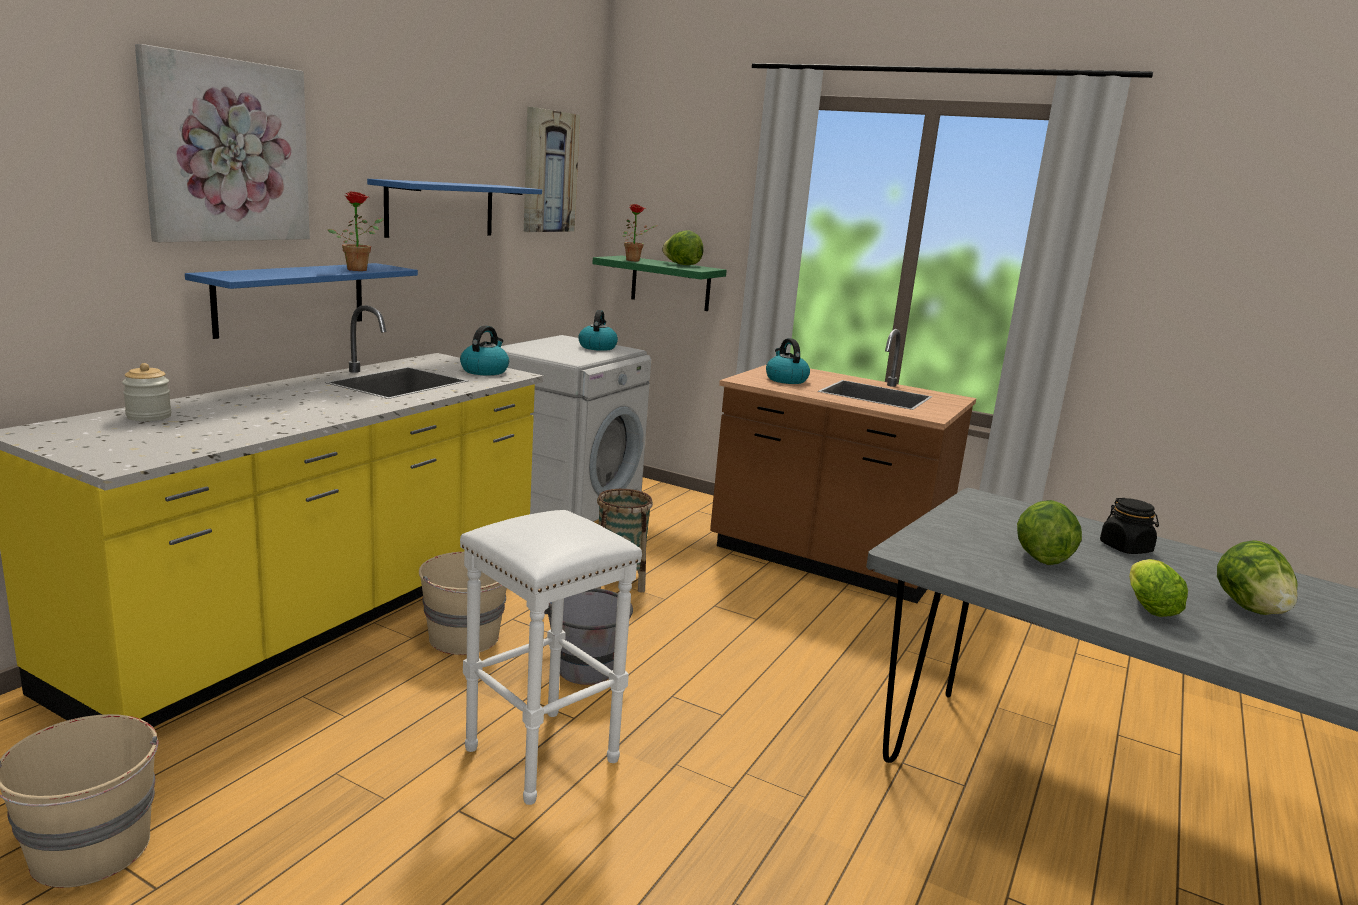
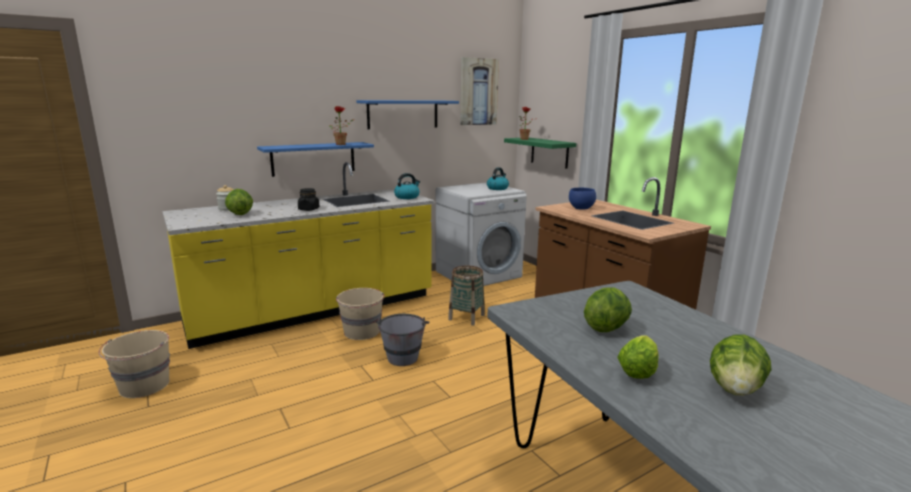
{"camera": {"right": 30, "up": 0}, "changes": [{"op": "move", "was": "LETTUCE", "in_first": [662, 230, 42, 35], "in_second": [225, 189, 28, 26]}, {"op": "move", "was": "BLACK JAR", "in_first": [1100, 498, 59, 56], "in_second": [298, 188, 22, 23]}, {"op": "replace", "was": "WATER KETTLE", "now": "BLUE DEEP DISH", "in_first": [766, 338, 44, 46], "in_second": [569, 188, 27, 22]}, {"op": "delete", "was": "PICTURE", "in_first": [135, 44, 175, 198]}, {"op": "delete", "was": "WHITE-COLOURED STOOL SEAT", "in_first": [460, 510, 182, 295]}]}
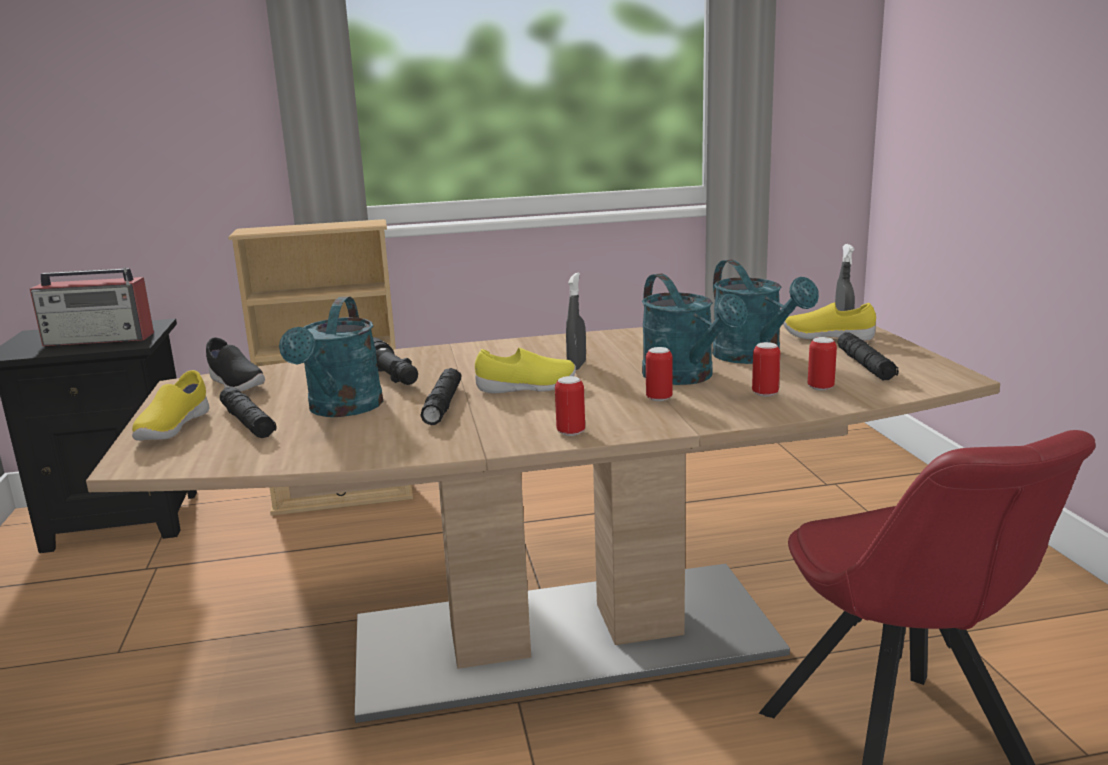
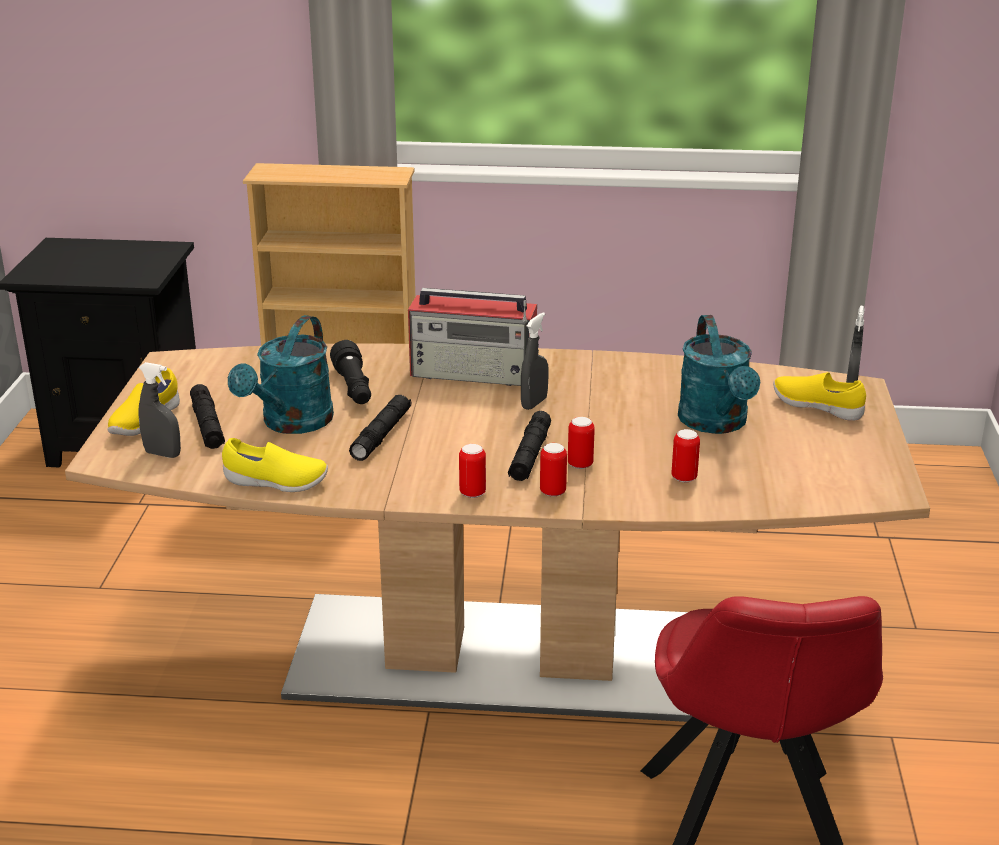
{"camera": {"right": 15, "up": 10}, "changes": [{"op": "insert", "now": "GRAY SPRAYER", "in_second": [139, 362, 42, 96]}, {"op": "move", "was": "YELLOW-COLOURED LOW SHOE", "in_first": [475, 348, 101, 45], "in_second": [222, 438, 106, 54]}, {"op": "move", "was": "RADIO SET", "in_first": [30, 267, 124, 79], "in_second": [408, 288, 129, 98]}, {"op": "move", "was": "BLACK TORCH", "in_first": [837, 332, 62, 48], "in_second": [508, 411, 43, 70]}, {"op": "move", "was": "CAN", "in_first": [808, 337, 29, 54], "in_second": [540, 443, 27, 54]}, {"op": "delete", "was": "BLACK LOW SHOE", "in_first": [206, 337, 59, 55]}, {"op": "delete", "was": "TURQUOISE SPRINKLING CAN", "in_first": [642, 273, 105, 112]}]}
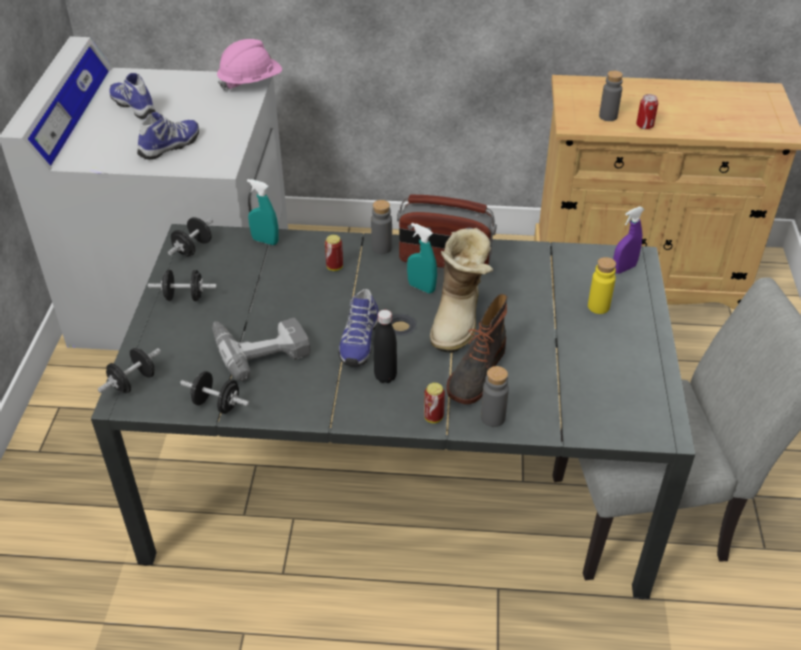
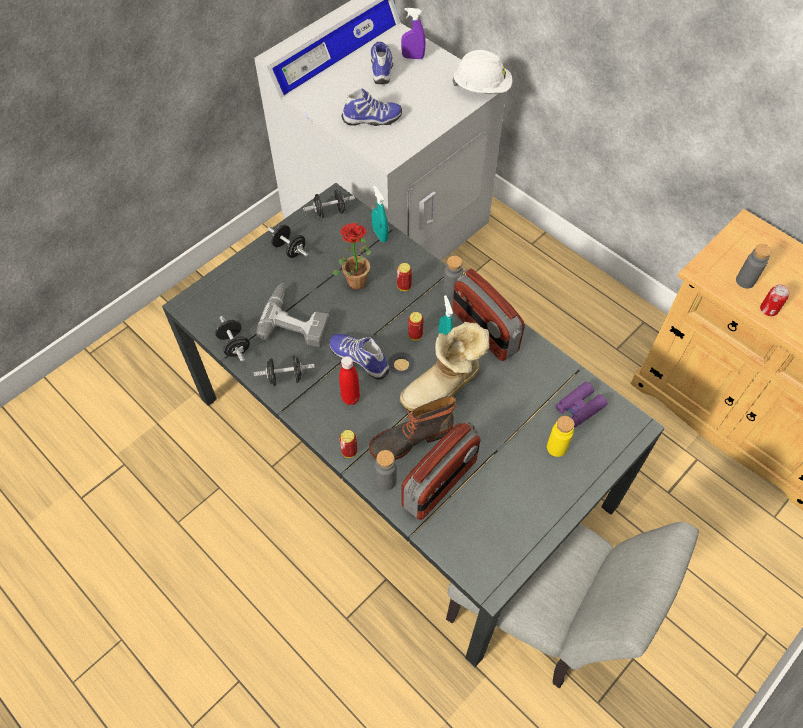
{"camera": {"right": 40, "up": 15}, "changes": [{"op": "move", "was": "BLACK HAND WEIGHT", "in_first": [98, 348, 63, 46], "in_second": [254, 355, 61, 31]}, {"op": "rotate", "was": "LOW SHOE", "in_first": [338, 289, 40, 78], "in_second": [329, 334, 61, 46], "clockwise": 75}, {"op": "insert", "now": "HOUSEPLANT", "in_second": [333, 223, 38, 66]}, {"op": "recolor", "was": "BLACK BOTTLE", "now": "RED-COLOURED BOTTLE", "in_first": [374, 310, 23, 73], "in_second": [339, 356, 21, 49]}, {"op": "move", "was": "PURPLE-COLOURED SPRAYER", "in_first": [613, 206, 32, 67], "in_second": [401, 8, 25, 51]}, {"op": "insert", "now": "RADIO SET", "in_second": [401, 422, 80, 98]}, {"op": "insert", "now": "CAN", "in_second": [408, 312, 16, 28]}, {"op": "recolor", "was": "PINK WORK HELMET", "now": "WHITE-COLOURED WORK HELMET", "in_first": [217, 39, 65, 51], "in_second": [452, 50, 60, 43]}, {"op": "insert", "now": "PURPLE-COLOURED PAIR OF BINOCULARS", "in_second": [555, 382, 53, 45]}]}
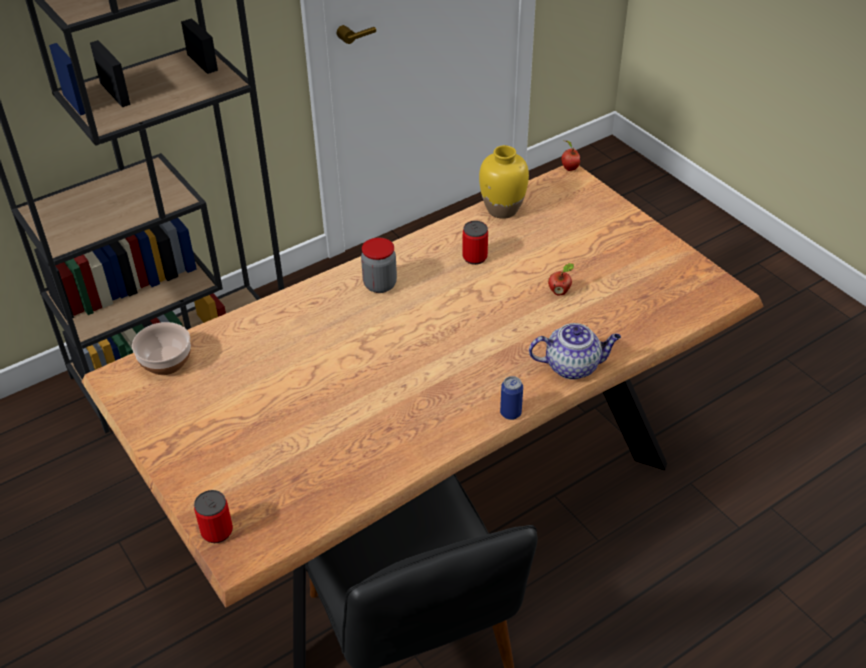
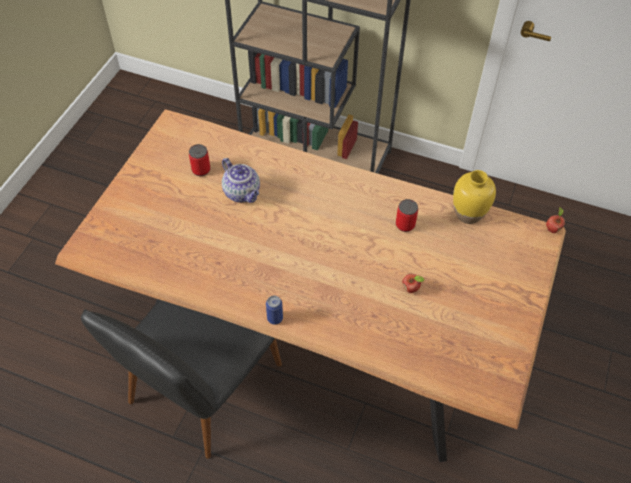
{"camera": {"right": 55, "up": 10}, "changes": [{"op": "move", "was": "CAN", "in_first": [194, 490, 39, 53], "in_second": [189, 144, 21, 32]}, {"op": "move", "was": "TEA POT", "in_first": [529, 323, 92, 56], "in_second": [222, 158, 38, 45]}, {"op": "delete", "was": "DEEP DISH", "in_first": [132, 322, 59, 53]}, {"op": "delete", "was": "JAR", "in_first": [361, 238, 36, 55]}]}
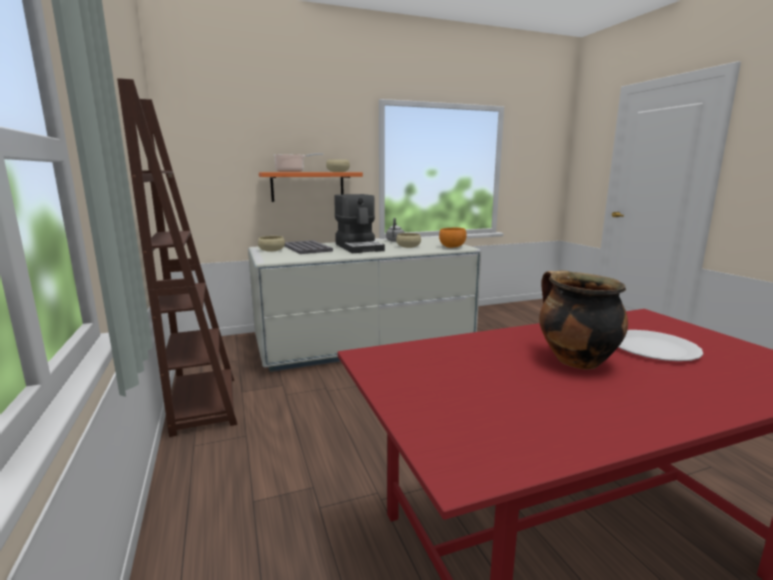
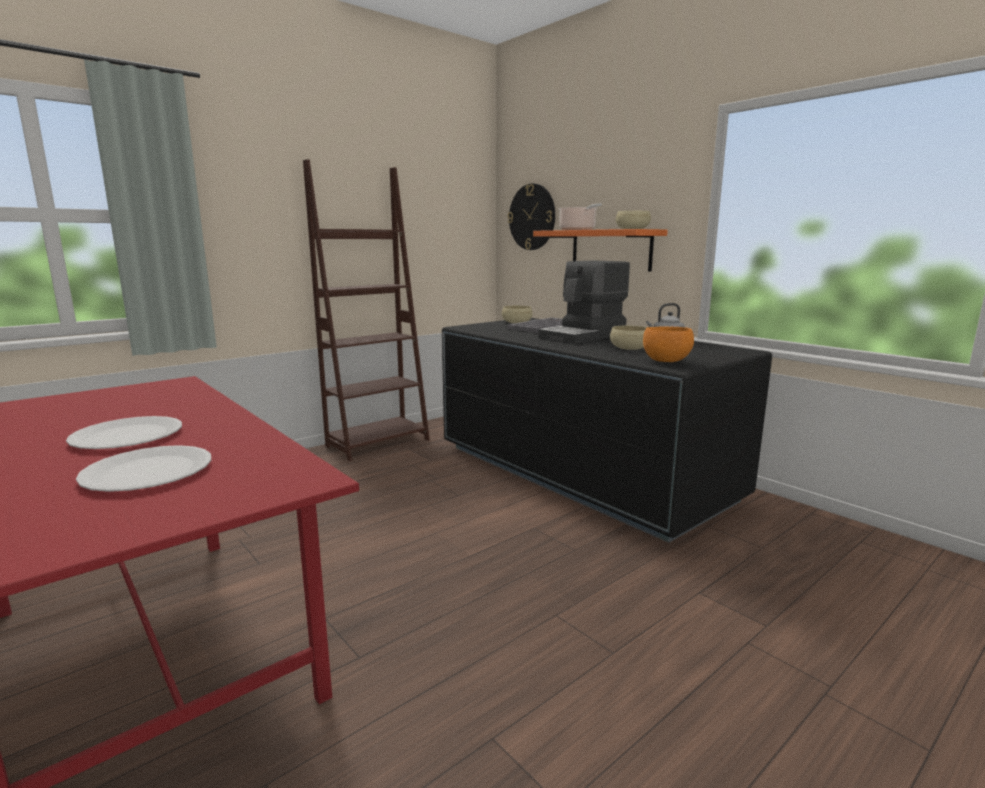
{"camera": {"right": 70, "up": 0}, "changes": [{"op": "replace", "was": "SAUCEPOT", "now": "WHITE-COLOURED DINNER PLATE", "in_first": [539, 270, 89, 100], "in_second": [66, 416, 116, 33]}, {"op": "recolor", "was": "WHITE-COLOURED DRAWER CHEST", "now": "BLACK DRAWER CHEST", "in_first": [248, 237, 233, 135], "in_second": [442, 318, 330, 225]}, {"op": "insert", "now": "CLOCK ON THE WALL", "in_second": [508, 183, 47, 67]}]}
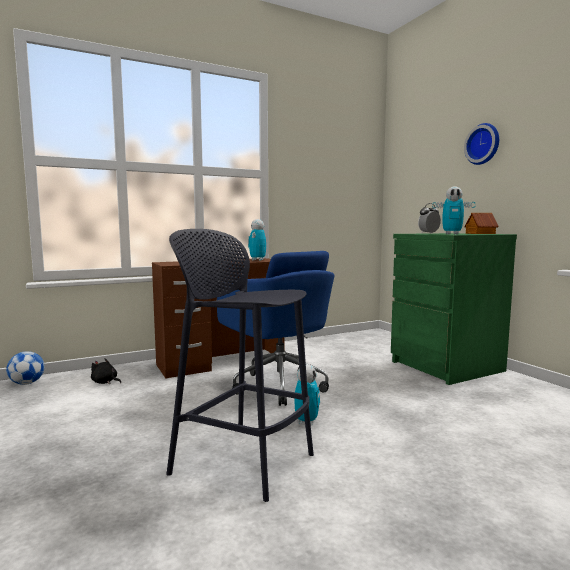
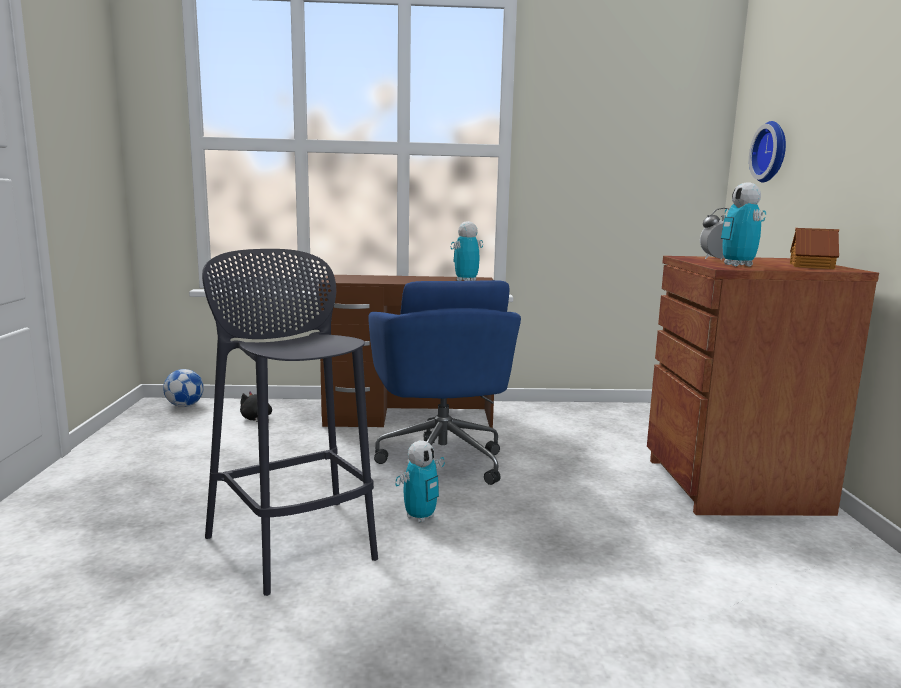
{"camera": {"right": 25, "up": 5}, "changes": [{"op": "recolor", "was": "GREEN DRAWER CHEST", "now": "BROWN DRAWER CHEST", "in_first": [391, 233, 126, 152], "in_second": [647, 256, 232, 260]}, {"op": "rotate", "was": "TOY ROBOT", "in_first": [432, 186, 43, 48], "in_second": [721, 182, 45, 84], "clockwise": 45}, {"op": "move", "was": "CLOCK ON THE WALL", "in_first": [464, 123, 35, 42], "in_second": [749, 121, 37, 61]}]}
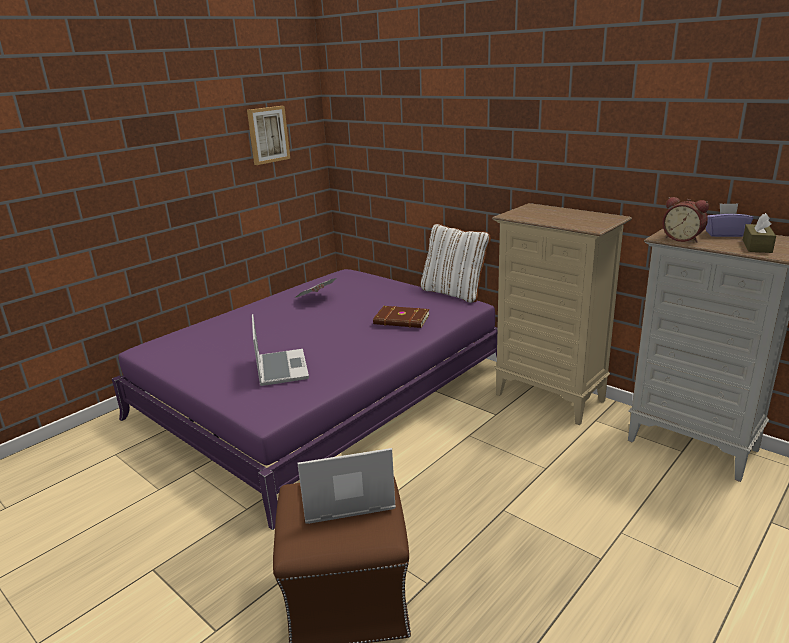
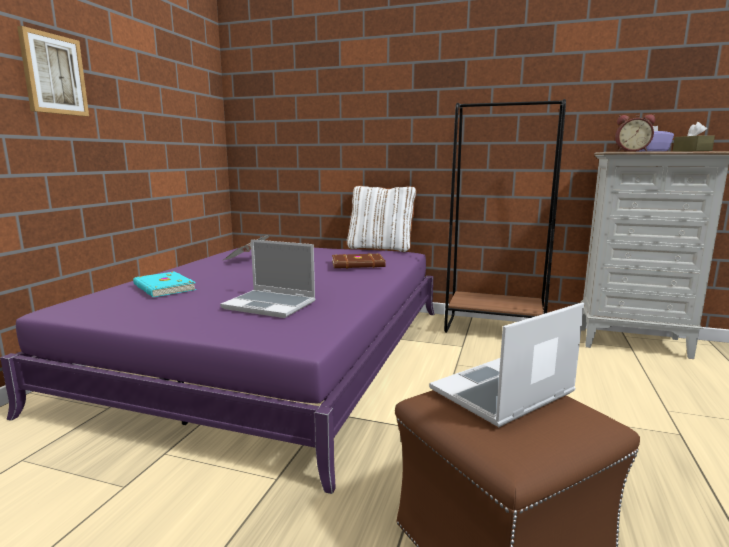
{"camera": {"right": -25, "up": -10}, "changes": [{"op": "move", "was": "PICTURE", "in_first": [247, 106, 43, 59], "in_second": [17, 26, 72, 90]}, {"op": "insert", "now": "TURQUOISE BOOK", "in_second": [133, 272, 63, 25]}, {"op": "rotate", "was": "LAPTOP", "in_first": [252, 314, 57, 72], "in_second": [220, 239, 96, 79], "clockwise": 150}, {"op": "replace", "was": "BEIGE-COLOURED DRAWER CHEST", "now": "GARMENT RACK", "in_first": [492, 203, 140, 222], "in_second": [444, 99, 122, 234]}]}
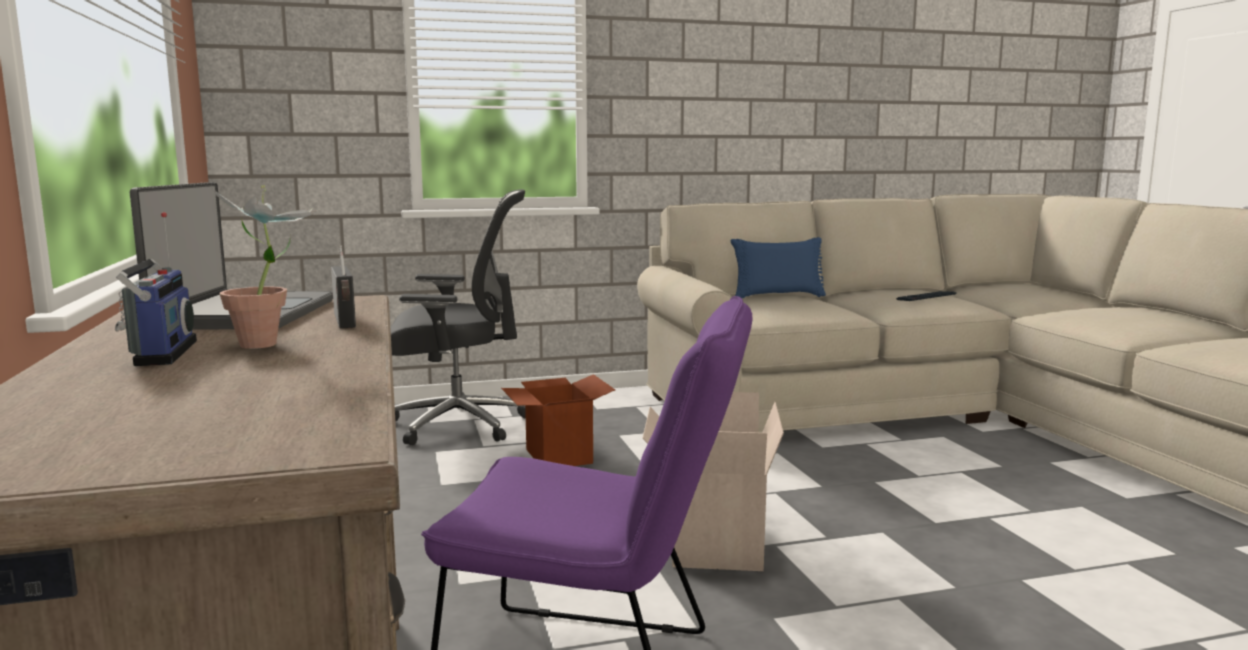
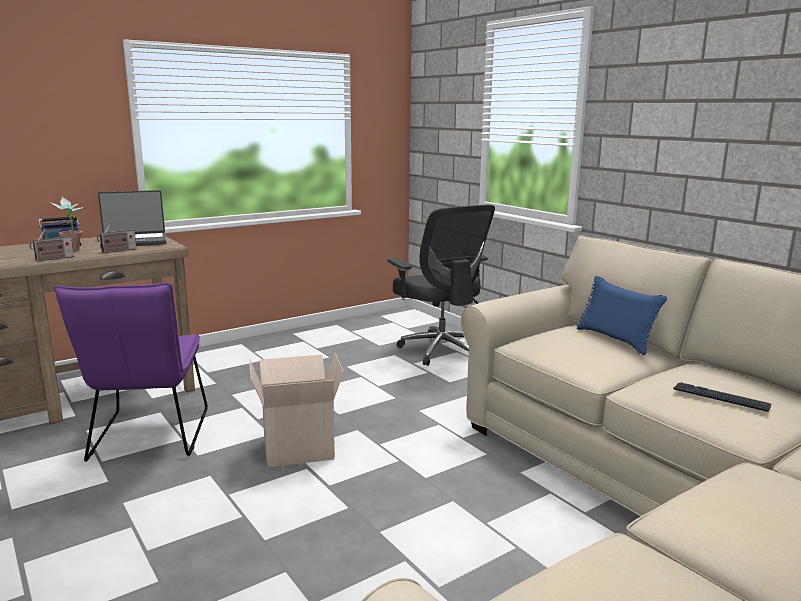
{"camera": {"right": 70, "up": 5}, "changes": [{"op": "insert", "now": "RADIO SET", "in_second": [29, 228, 45, 33]}, {"op": "delete", "was": "CARTON", "in_first": [501, 374, 114, 92]}]}
